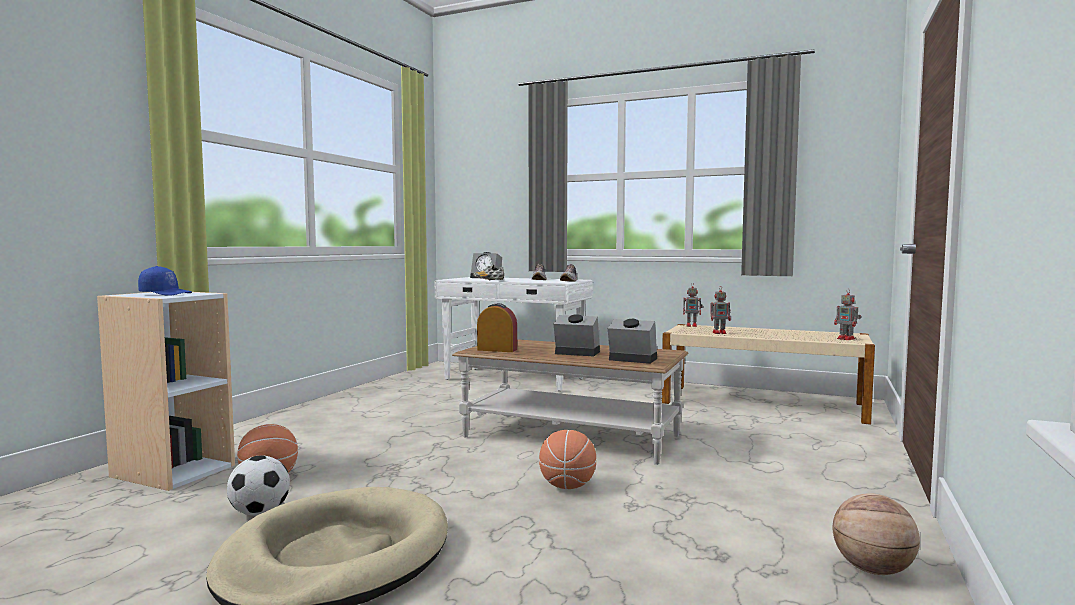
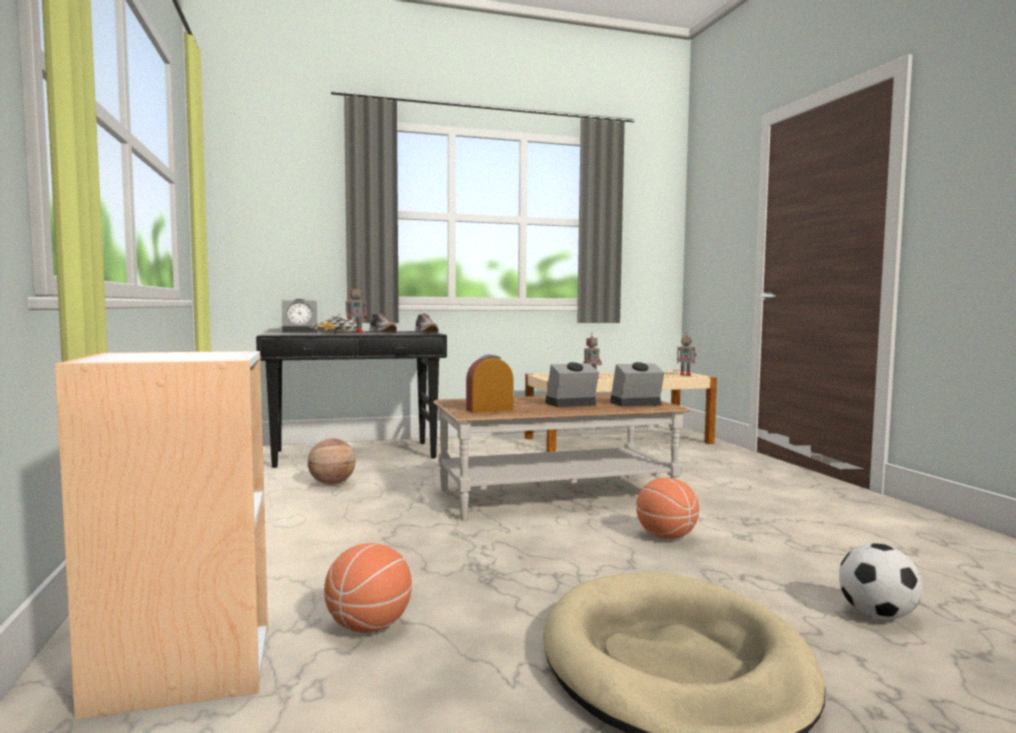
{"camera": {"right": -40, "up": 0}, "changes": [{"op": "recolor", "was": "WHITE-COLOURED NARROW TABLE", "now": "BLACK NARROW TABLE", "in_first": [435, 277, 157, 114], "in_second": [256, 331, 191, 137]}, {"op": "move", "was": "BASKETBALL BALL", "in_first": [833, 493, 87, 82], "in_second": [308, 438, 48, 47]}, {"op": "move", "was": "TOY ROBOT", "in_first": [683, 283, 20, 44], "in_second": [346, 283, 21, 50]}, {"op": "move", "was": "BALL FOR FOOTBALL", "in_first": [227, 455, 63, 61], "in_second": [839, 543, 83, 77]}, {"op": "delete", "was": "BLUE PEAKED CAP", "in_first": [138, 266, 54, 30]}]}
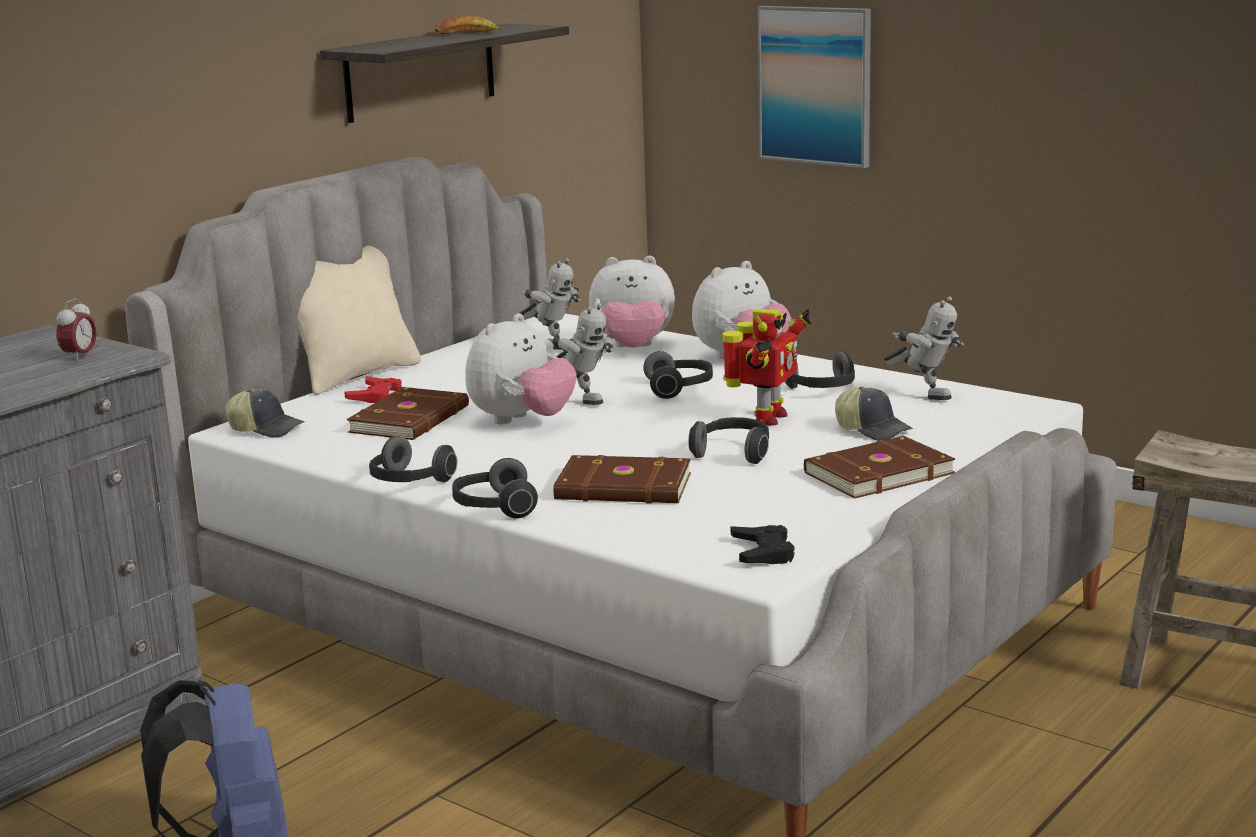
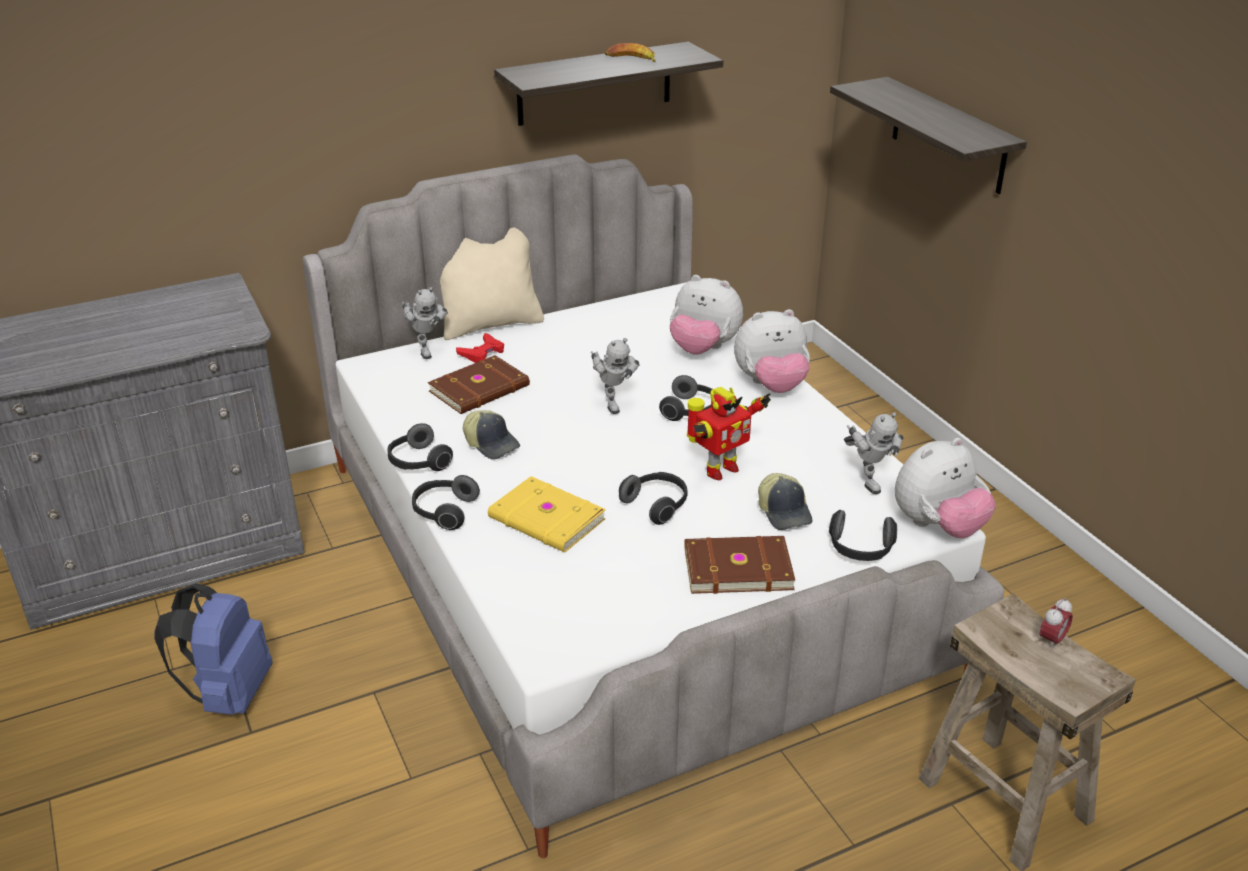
{"camera": {"right": 25, "up": 15}, "changes": [{"op": "move", "was": "TOY ROBOT", "in_first": [519, 258, 62, 92], "in_second": [402, 287, 46, 72]}, {"op": "move", "was": "PEAKED CAP", "in_first": [225, 389, 80, 49], "in_second": [463, 410, 57, 50]}, {"op": "recolor", "was": "BROWN BOOK", "now": "YELLOW-COLOURED BOOK", "in_first": [554, 455, 137, 48], "in_second": [488, 476, 118, 77]}, {"op": "move", "was": "HEADPHONES", "in_first": [784, 351, 71, 38], "in_second": [829, 510, 68, 51]}, {"op": "replace", "was": "PICTURE", "now": "WALL SHELF", "in_first": [757, 6, 114, 162], "in_second": [830, 77, 197, 117]}, {"op": "move", "was": "PLUSH TOY", "in_first": [465, 313, 112, 111], "in_second": [895, 438, 101, 100]}, {"op": "move", "was": "TABLE CLOCK", "in_first": [56, 298, 40, 63], "in_second": [1040, 598, 33, 52]}, {"op": "delete", "was": "BLACK GAME CONTROLLER", "in_first": [731, 525, 64, 39]}]}
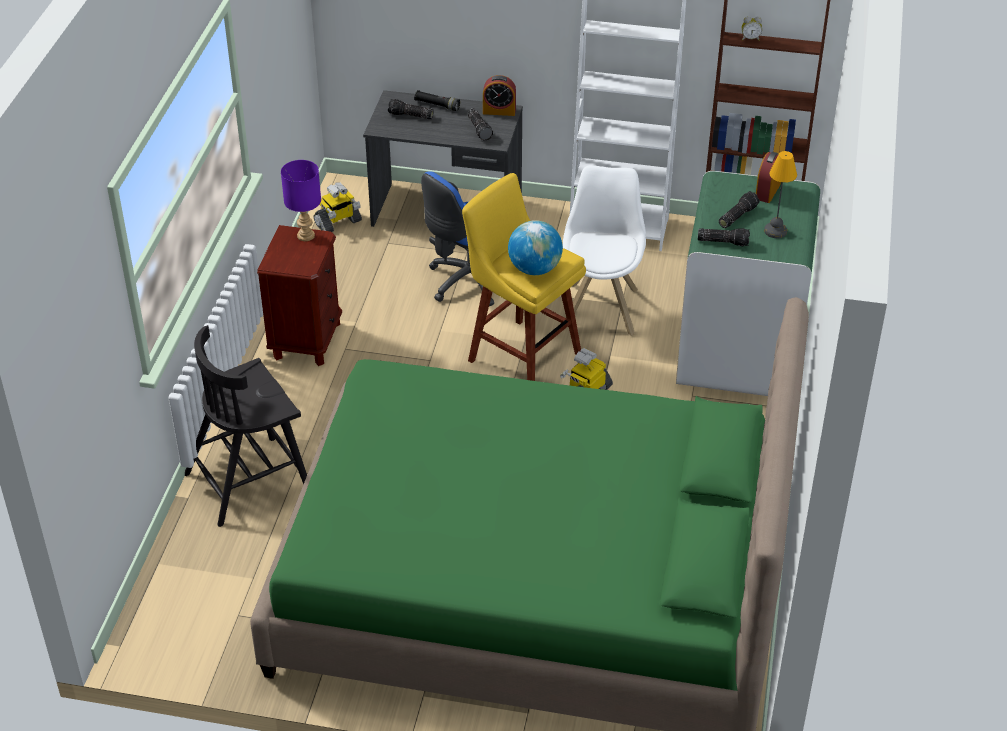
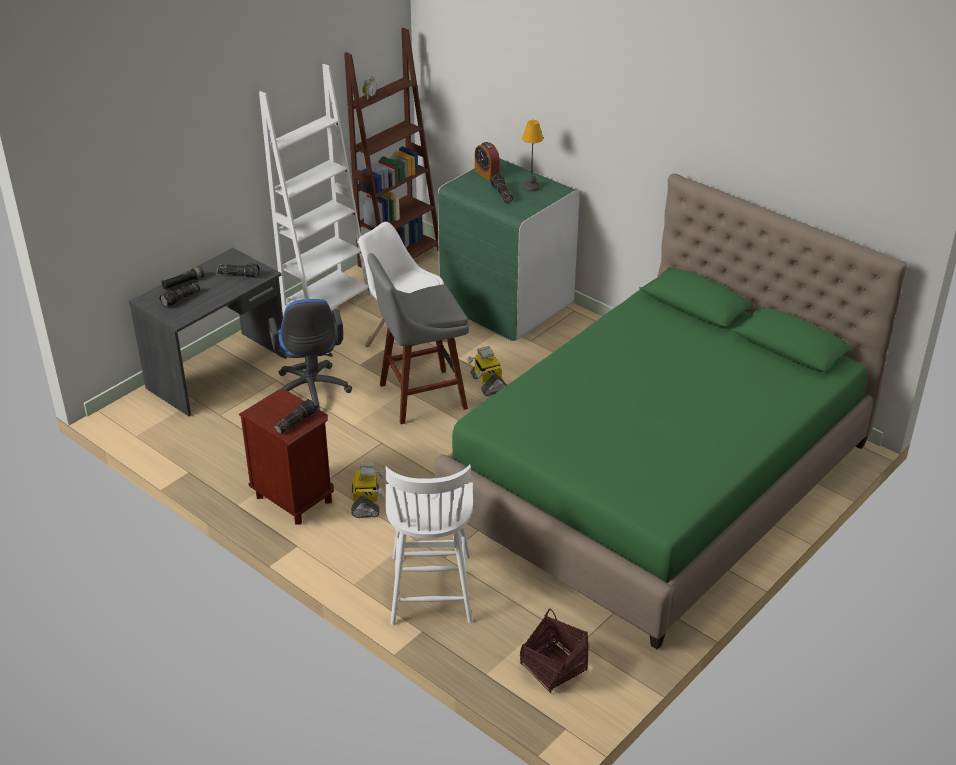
{"camera": {"right": -60, "up": -5}, "changes": [{"op": "move", "was": "TORCH", "in_first": [698, 228, 52, 18], "in_second": [274, 399, 43, 35]}, {"op": "move", "was": "TOY ROBOT", "in_first": [313, 182, 49, 50], "in_second": [352, 463, 32, 55]}, {"op": "recolor", "was": "YELLOW-COLOURED STOOL SEAT", "now": "GRAY STOOL SEAT", "in_first": [462, 173, 124, 208], "in_second": [367, 253, 102, 171]}, {"op": "recolor", "was": "BLACK CHAIR", "now": "WHITE-COLOURED CHAIR", "in_first": [185, 325, 122, 202], "in_second": [385, 464, 88, 161]}, {"op": "insert", "now": "STORAGE BASKET", "in_second": [520, 609, 68, 84]}, {"op": "delete", "was": "PURPLE-COLOURED TABLE LAMP", "in_first": [281, 160, 40, 81]}, {"op": "delete", "was": "TABLE CLOCK", "in_first": [483, 75, 33, 41]}, {"op": "delete", "was": "GLOBE", "in_first": [508, 220, 55, 55]}]}
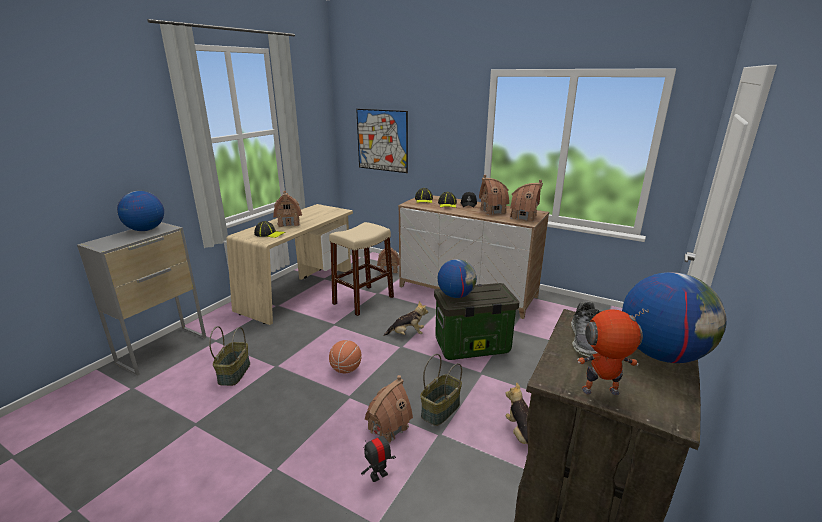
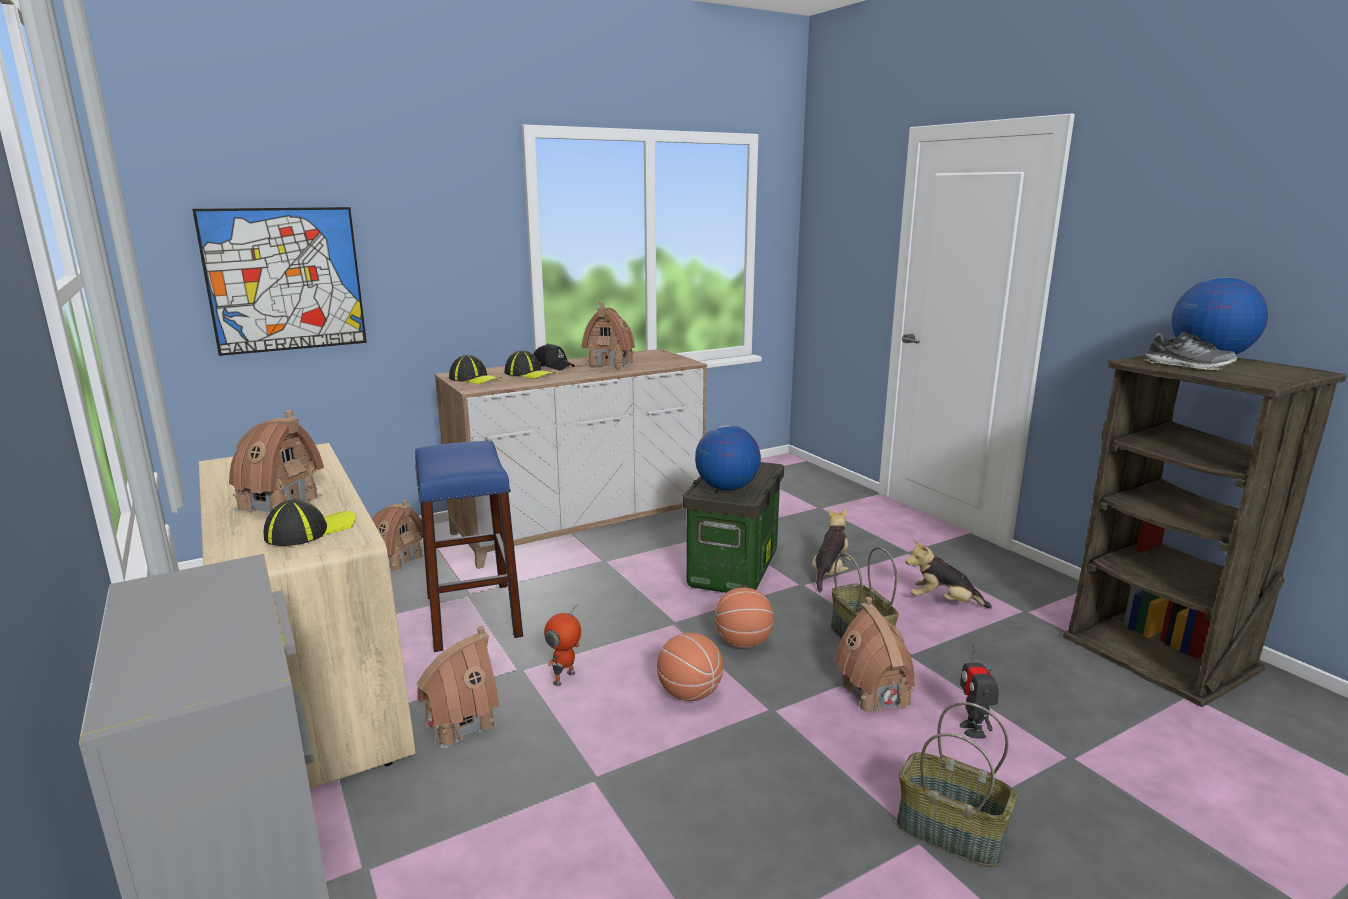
{"camera": {"right": -60, "up": -5}, "changes": [{"op": "recolor", "was": "BEIGE-COLOURED STOOL SEAT", "now": "BLUE STOOL SEAT", "in_first": [329, 222, 65, 94], "in_second": [415, 441, 108, 211]}, {"op": "move", "was": "MINIATURE HOUSE", "in_first": [510, 180, 33, 41], "in_second": [416, 626, 83, 122]}, {"op": "move", "was": "TOY ROBOT", "in_first": [577, 309, 72, 86], "in_second": [544, 604, 37, 82]}, {"op": "insert", "now": "BASKETBALL BALL", "in_second": [715, 587, 58, 61]}, {"op": "move", "was": "PLUSH TOY", "in_first": [383, 301, 45, 35], "in_second": [812, 509, 40, 83]}, {"op": "move", "was": "STORAGE BASKET", "in_first": [209, 326, 41, 60], "in_second": [897, 702, 120, 166]}, {"op": "delete", "was": "GLOBE", "in_first": [117, 191, 47, 40]}]}
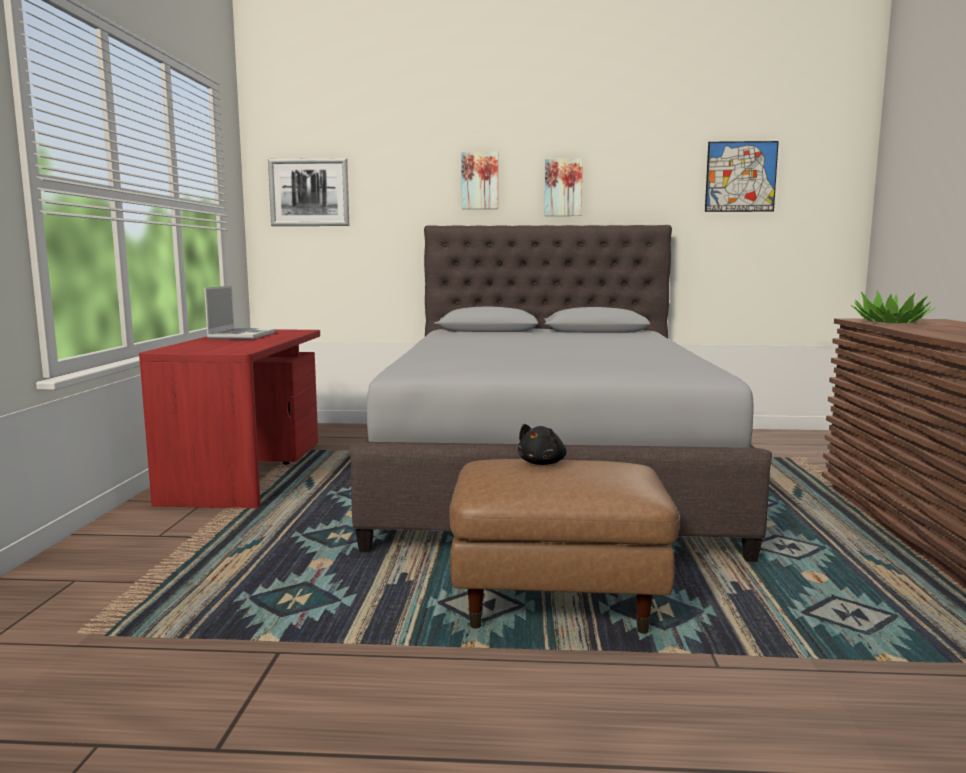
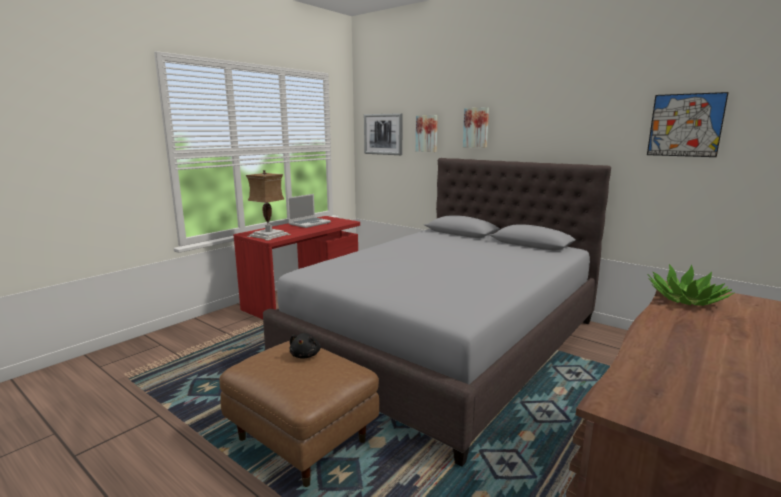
{"camera": {"right": 35, "up": 5}, "changes": [{"op": "insert", "now": "TABLE LAMP", "in_second": [246, 170, 45, 71]}, {"op": "rotate", "was": "BLACK PLUSH TOY", "in_first": [518, 424, 48, 41], "in_second": [290, 333, 31, 26], "clockwise": -60}, {"op": "move", "was": "PICTURE", "in_first": [545, 158, 38, 58], "in_second": [416, 115, 22, 37]}]}
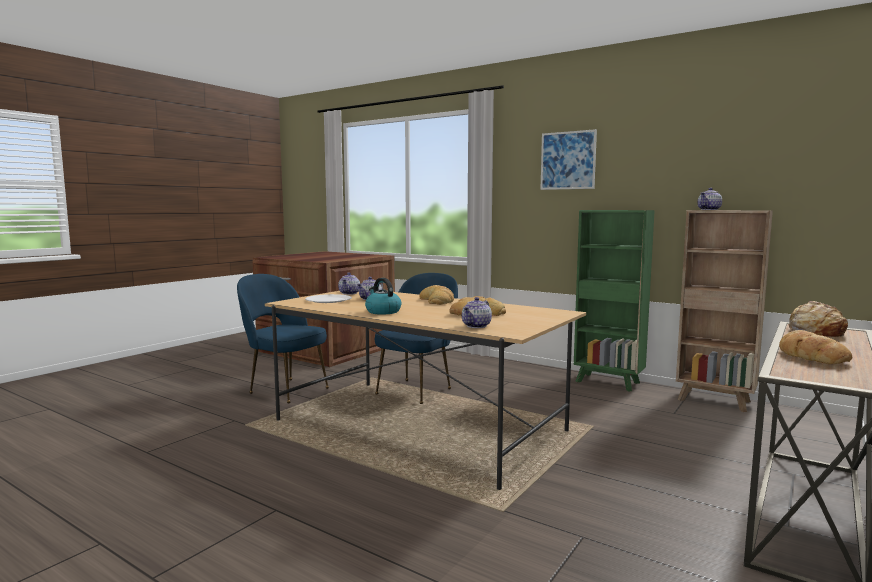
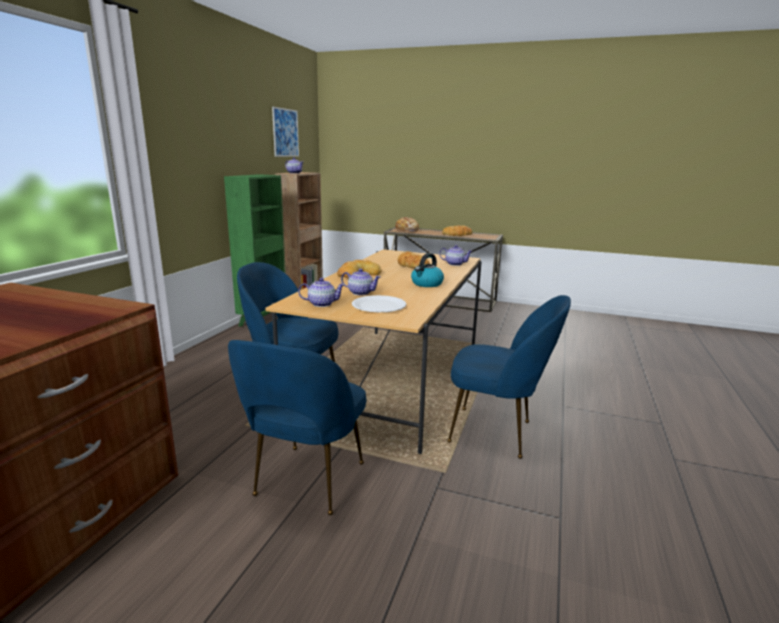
{"camera": {"right": -105, "up": 10}, "changes": [{"op": "move", "was": "PICTURE", "in_first": [540, 129, 57, 61], "in_second": [272, 107, 27, 50]}, {"op": "insert", "now": "BLUE CHAIR", "in_second": [447, 295, 124, 164]}]}
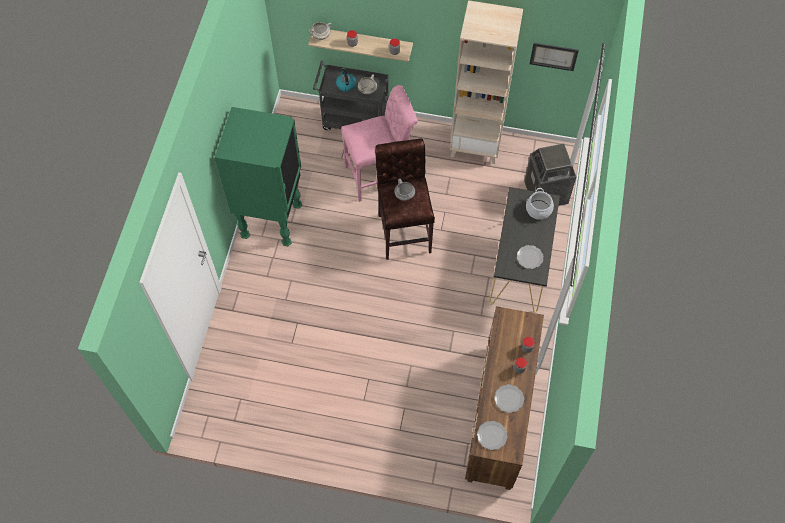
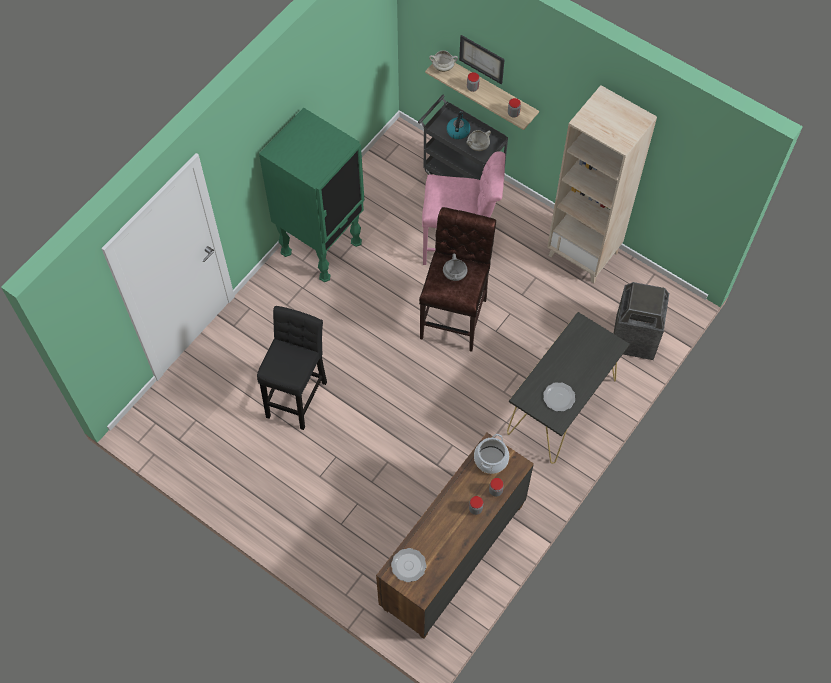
{"camera": {"right": 25, "up": 0}, "changes": [{"op": "insert", "now": "BLACK STOOL SEAT", "in_second": [257, 306, 70, 124]}, {"op": "move", "was": "PICTURE", "in_first": [530, 43, 49, 28], "in_second": [459, 35, 46, 49]}, {"op": "move", "was": "SAUCEPOT", "in_first": [526, 188, 28, 32], "in_second": [474, 434, 35, 40]}, {"op": "delete", "was": "DINNER PLATE", "in_first": [494, 384, 30, 29]}]}
